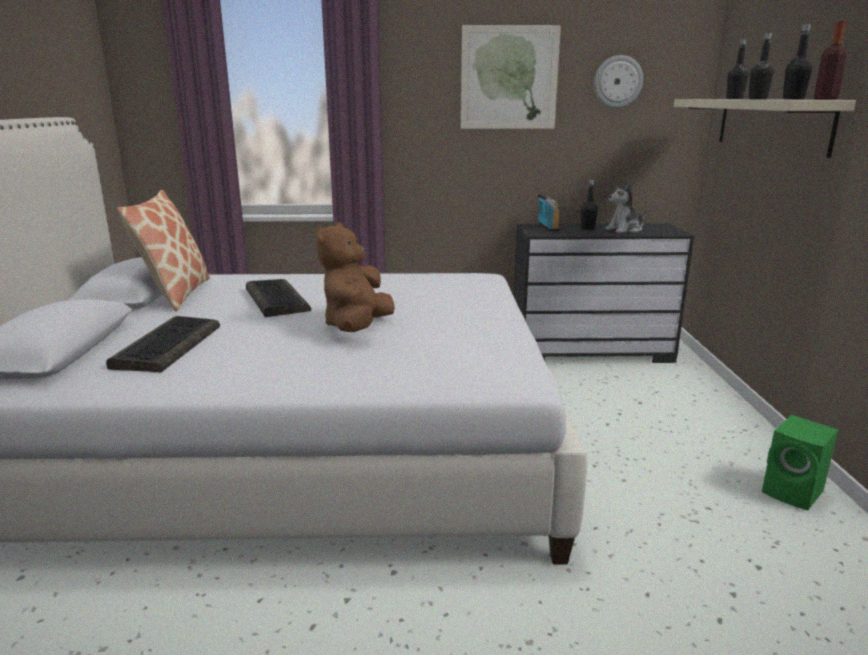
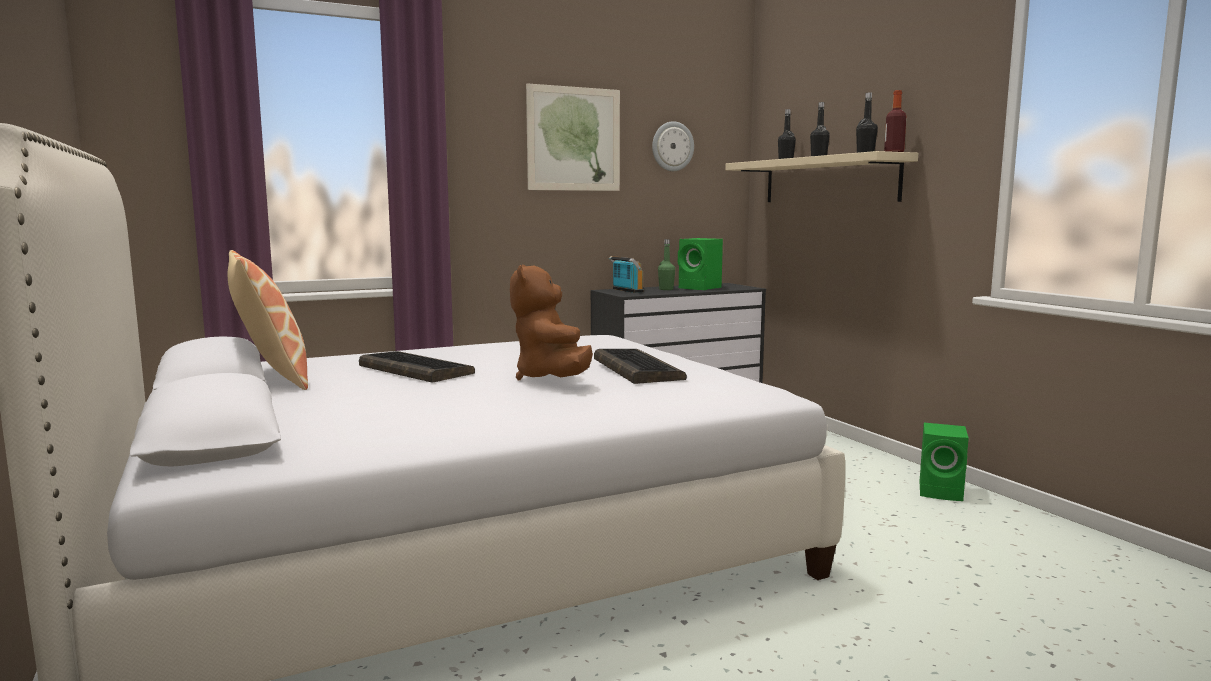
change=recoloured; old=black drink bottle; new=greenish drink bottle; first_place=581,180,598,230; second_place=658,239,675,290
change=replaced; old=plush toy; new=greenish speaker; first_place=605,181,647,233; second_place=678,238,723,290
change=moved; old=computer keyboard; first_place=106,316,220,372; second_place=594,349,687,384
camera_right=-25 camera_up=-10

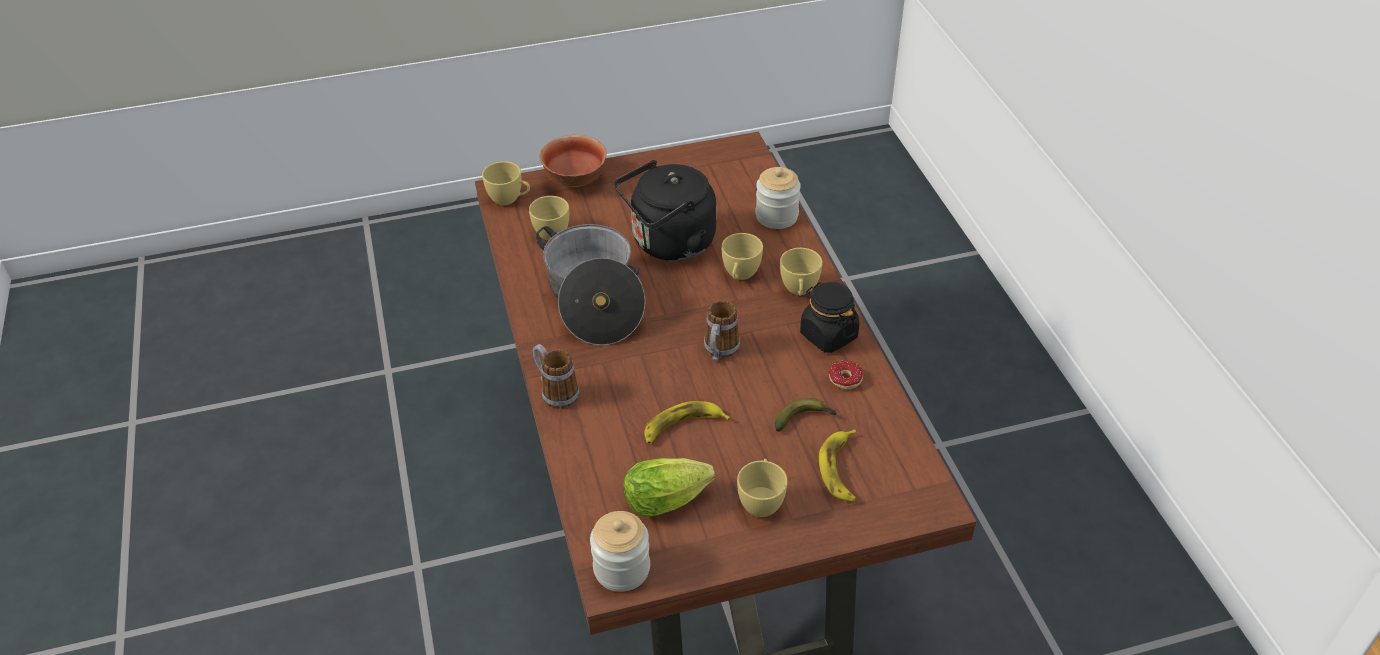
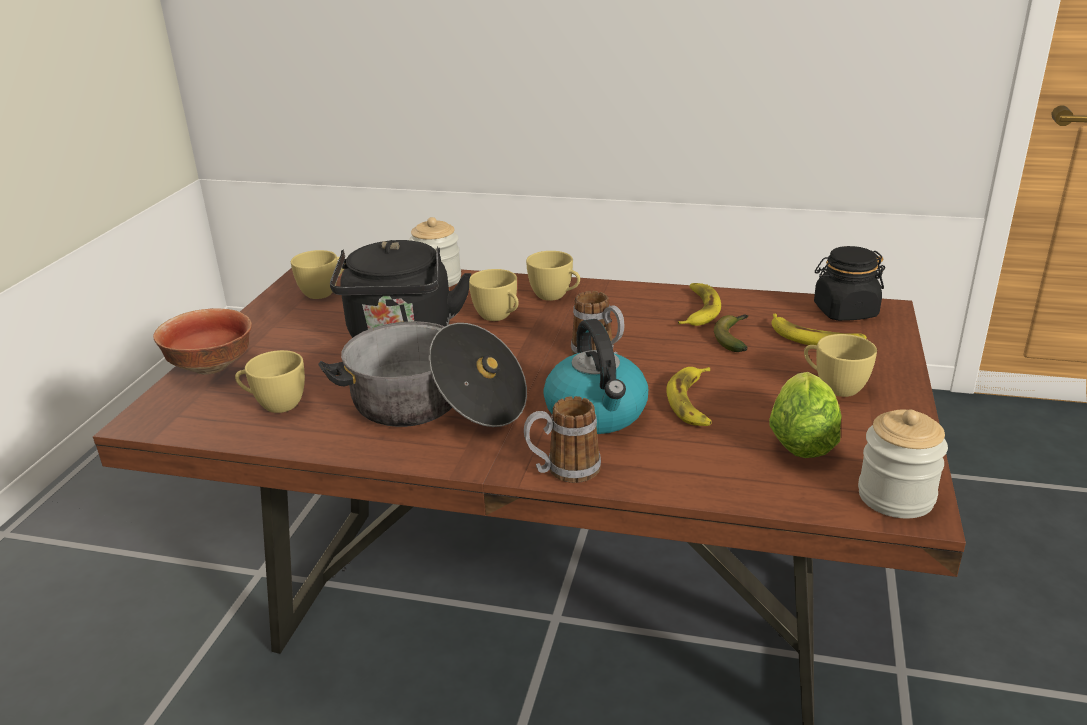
change=moved; old=yellowish small cup; first_place=482,161,530,205; second_place=291,250,344,299
change=moved; old=black storage jar; first_place=800,282,860,353; second_place=814,246,885,321
change=replaced; old=ring doughnut; new=whole banana; first_place=829,360,863,390; second_place=678,283,721,326
change=added; new=kettle; second_place=543,319,648,434
camera_right=-60 camera_up=-15

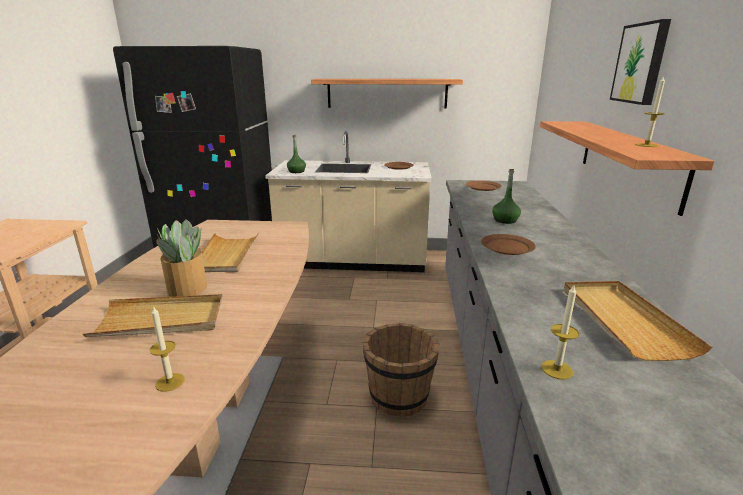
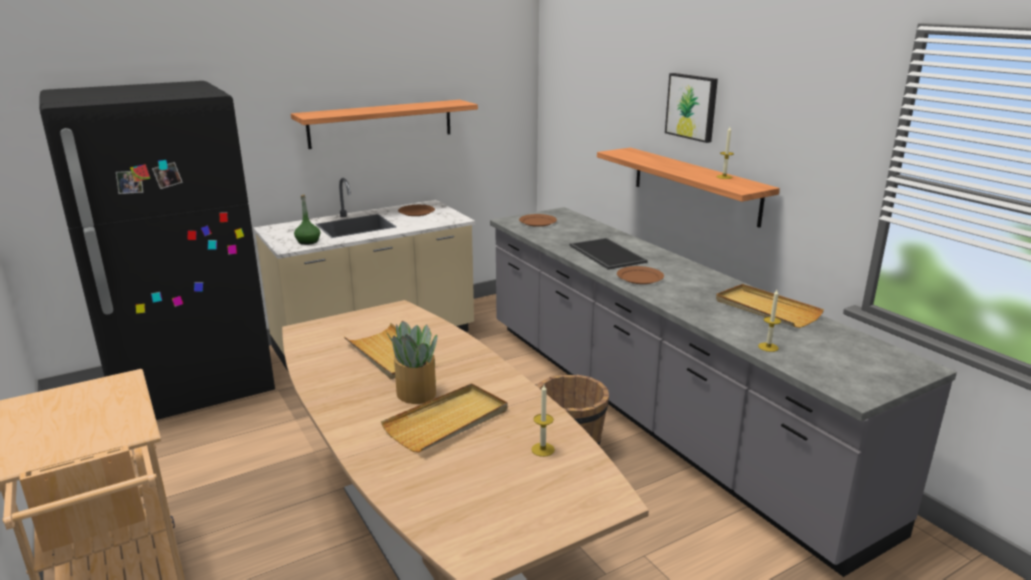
change=replaced; old=greenish drink bottle; new=serving tray; first_place=492,169,521,224; second_place=570,238,648,270
camera_right=-35 camera_up=0

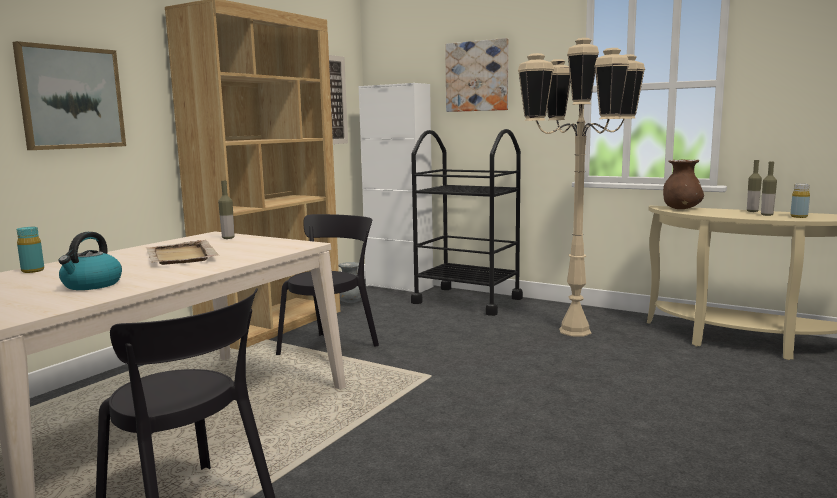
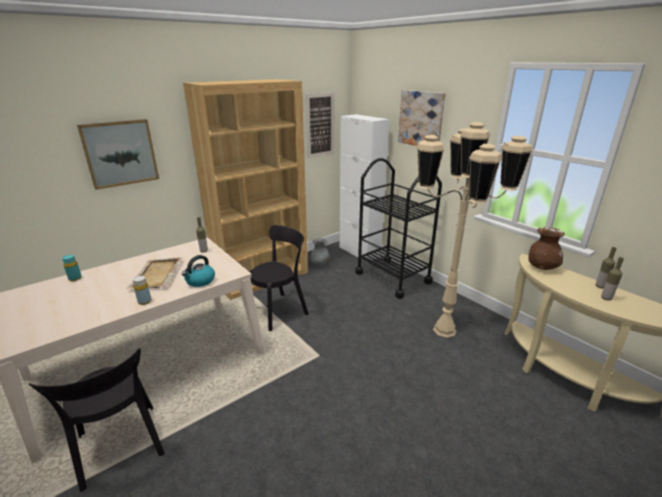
change=moved; old=yellowish drink bottle; first_place=790,184,810,218; second_place=133,276,152,305
change=moved; old=kettle; first_place=58,232,122,290; second_place=182,255,215,287
camera_right=20 camera_up=15

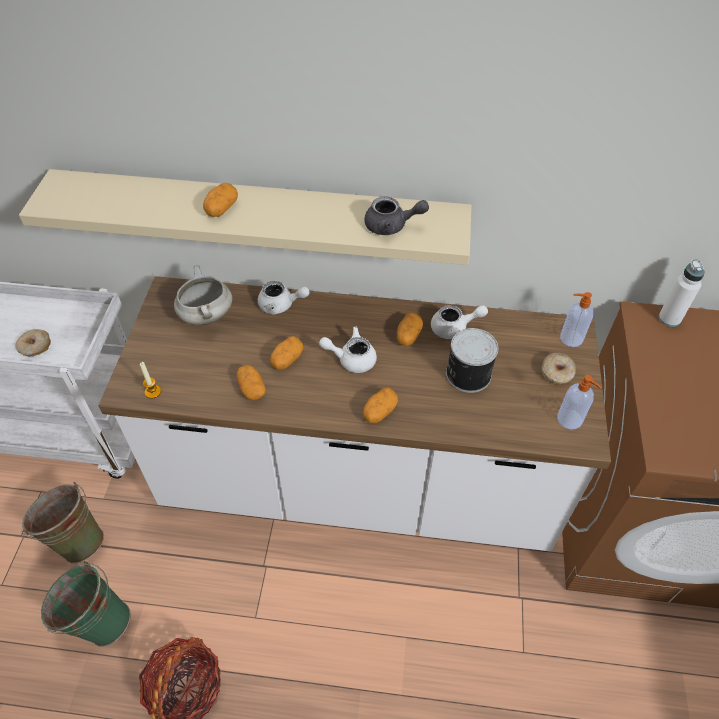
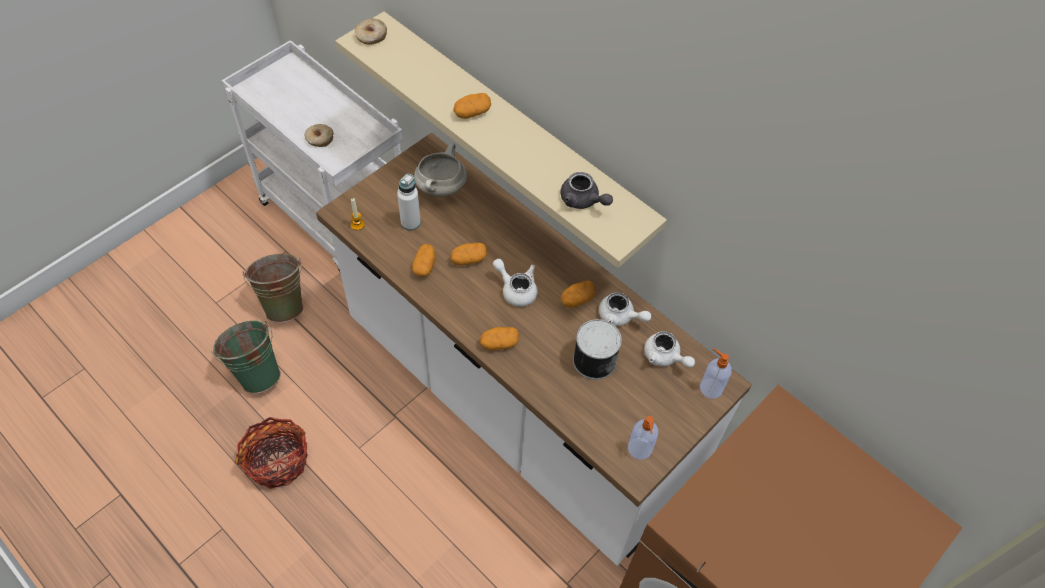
change=moved; old=whitish drink bottle; first_place=658,259,705,327; second_place=397,174,421,231
change=moved; old=whitish pot for tea; first_place=258,281,310,315; second_place=644,331,695,368
change=moved; old=ring doughnut; first_place=542,353,576,385; second_place=355,18,387,45
camera_right=35 camera_up=5

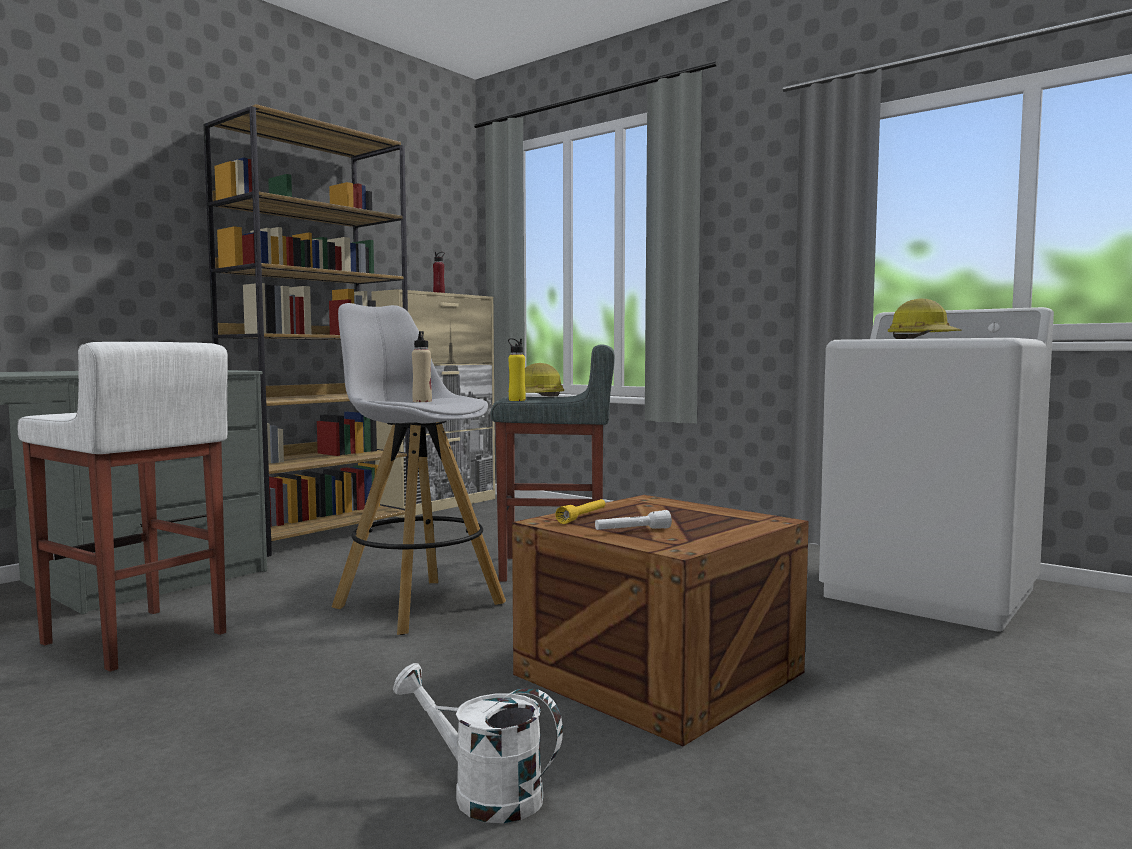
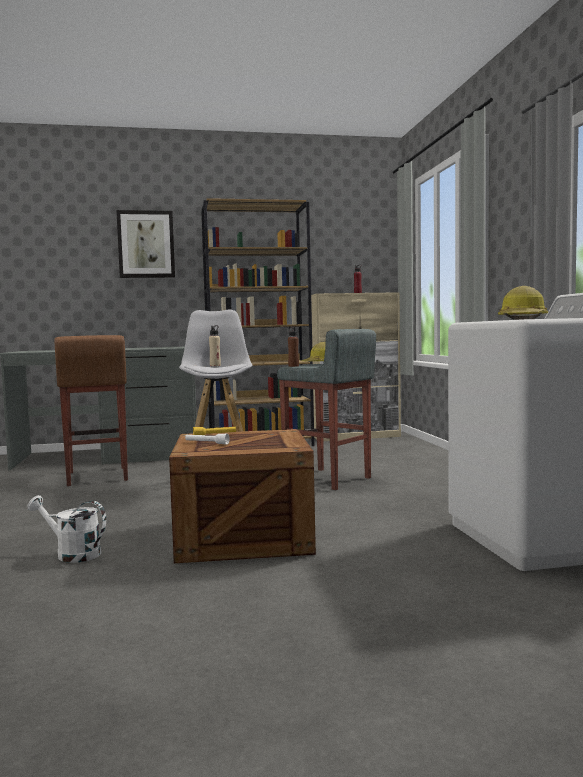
change=recoloured; old=yellowish drink bottle; new=brown drink bottle; first_place=508,338,526,401; second_place=288,327,299,367
change=recoloured; old=whitish stool seat; new=brown stool seat; first_place=17,342,228,672; second_place=55,335,128,486
change=turned; old=whitish sprinkling can; first_place=393,663,563,823; second_place=27,495,106,563; degrees=-45
change=added; new=picture; second_place=116,210,175,278
camera_right=40 camera_up=0

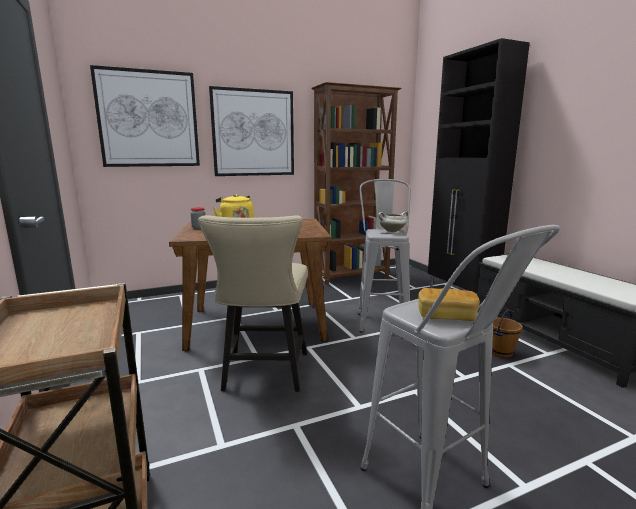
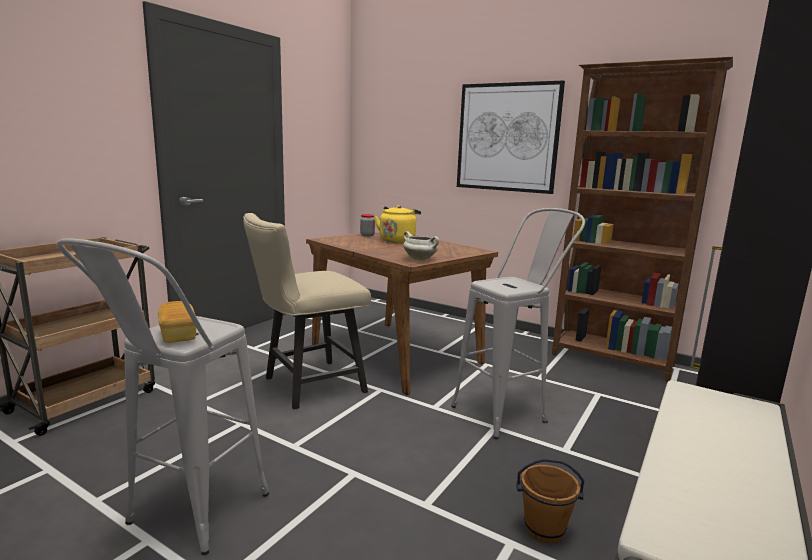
change=removed; old=picture; first_place=90,65,200,167
change=moved; old=whitish cooking pot; first_place=378,211,408,232; second_place=403,231,439,261
camera_right=55 camera_up=0

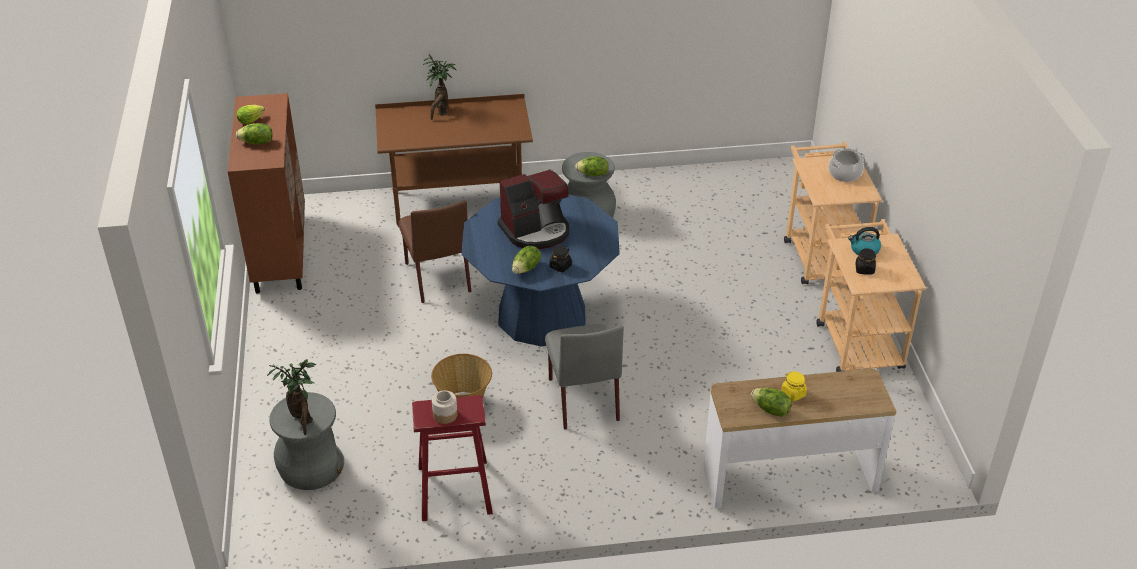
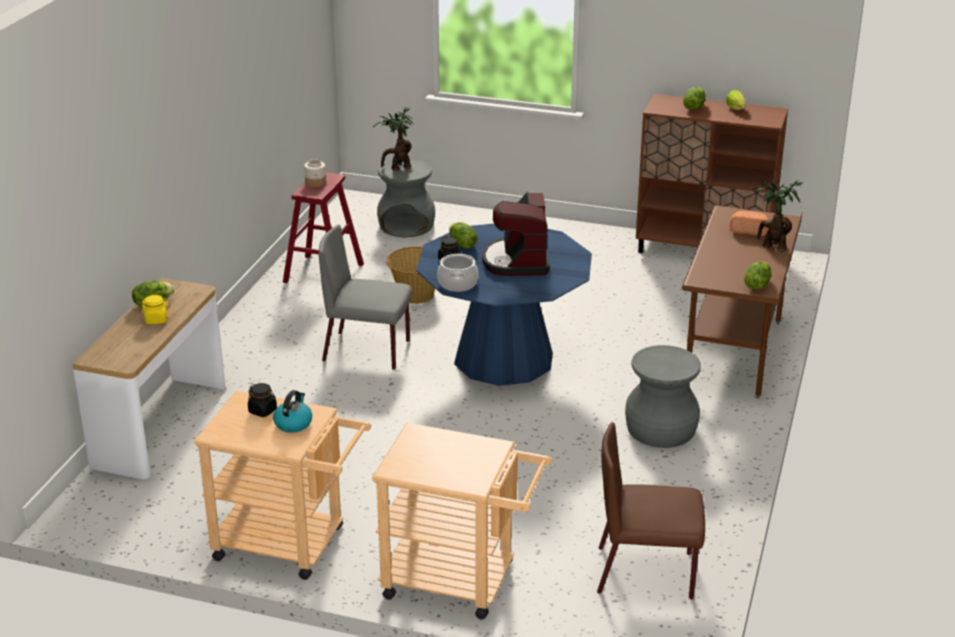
change=moved; old=cooking pot; first_place=828,148,865,182; second_place=437,253,479,292
change=moved; old=lettuce head; first_place=575,157,609,176; second_place=744,261,771,290
change=moved; old=brown chair; first_place=398,201,471,303; second_place=597,422,705,599
change=added; new=baked bread; second_place=730,211,770,236
camera_right=115 camera_up=-10

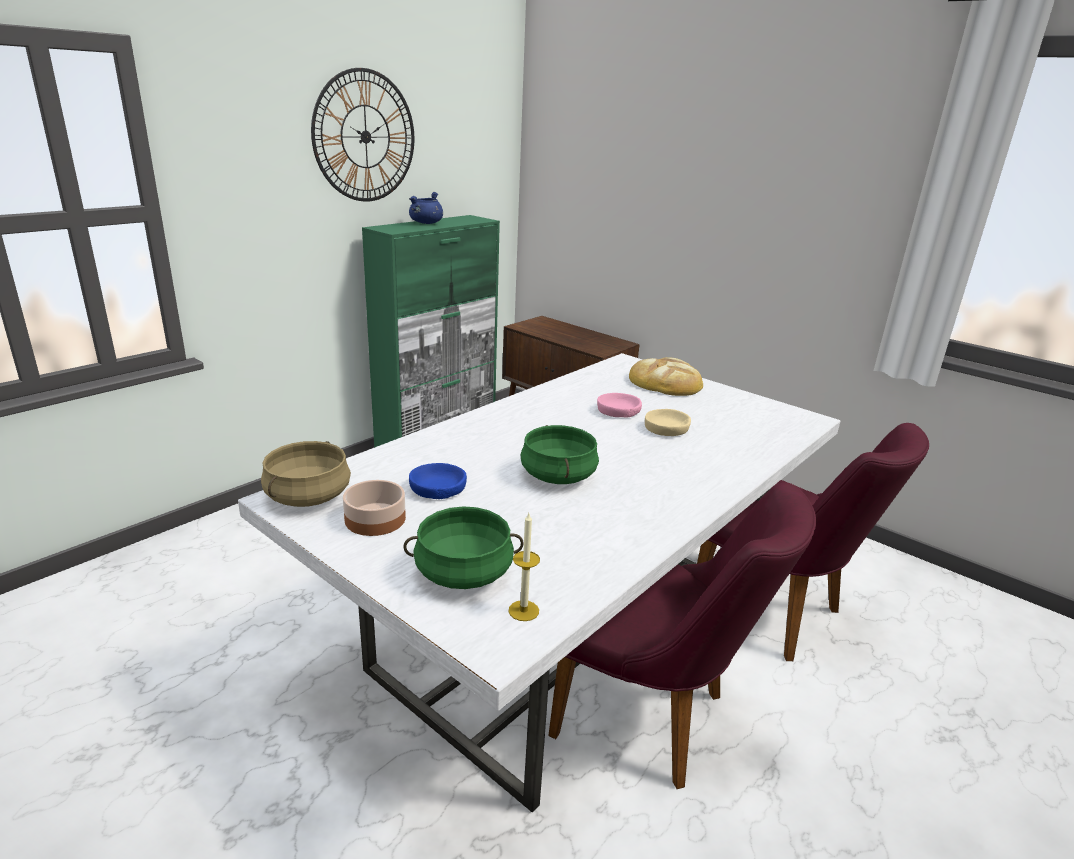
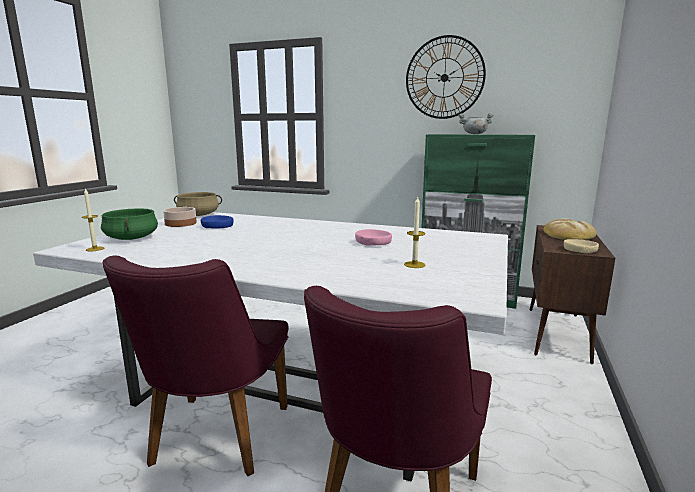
change=recoloured; old=blue-coloured cooking pot; new=greyish cooking pot; first_place=409,192,443,224; second_place=458,113,493,134
change=moved; old=baked bread; first_place=629,357,703,396; second_place=543,219,596,240
change=moved; old=beige-coloured deep dish; first_place=645,409,691,436; second_place=564,239,599,253
change=removed; old=greenish cooking pot; first_place=521,425,599,484
change=added; new=candle; second_place=404,197,426,268
camera_right=70 camera_up=-10

